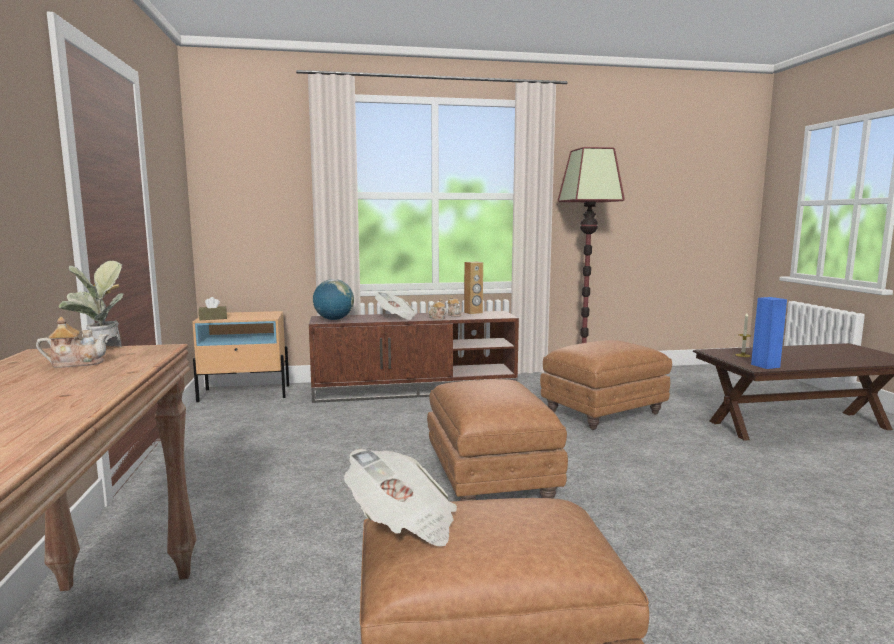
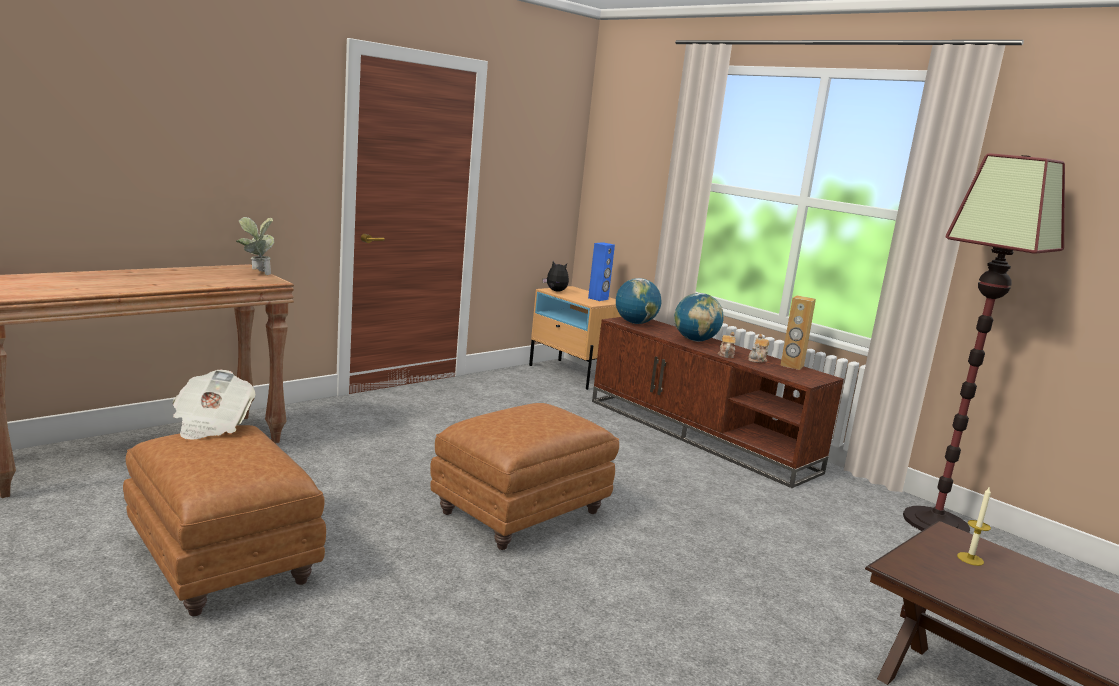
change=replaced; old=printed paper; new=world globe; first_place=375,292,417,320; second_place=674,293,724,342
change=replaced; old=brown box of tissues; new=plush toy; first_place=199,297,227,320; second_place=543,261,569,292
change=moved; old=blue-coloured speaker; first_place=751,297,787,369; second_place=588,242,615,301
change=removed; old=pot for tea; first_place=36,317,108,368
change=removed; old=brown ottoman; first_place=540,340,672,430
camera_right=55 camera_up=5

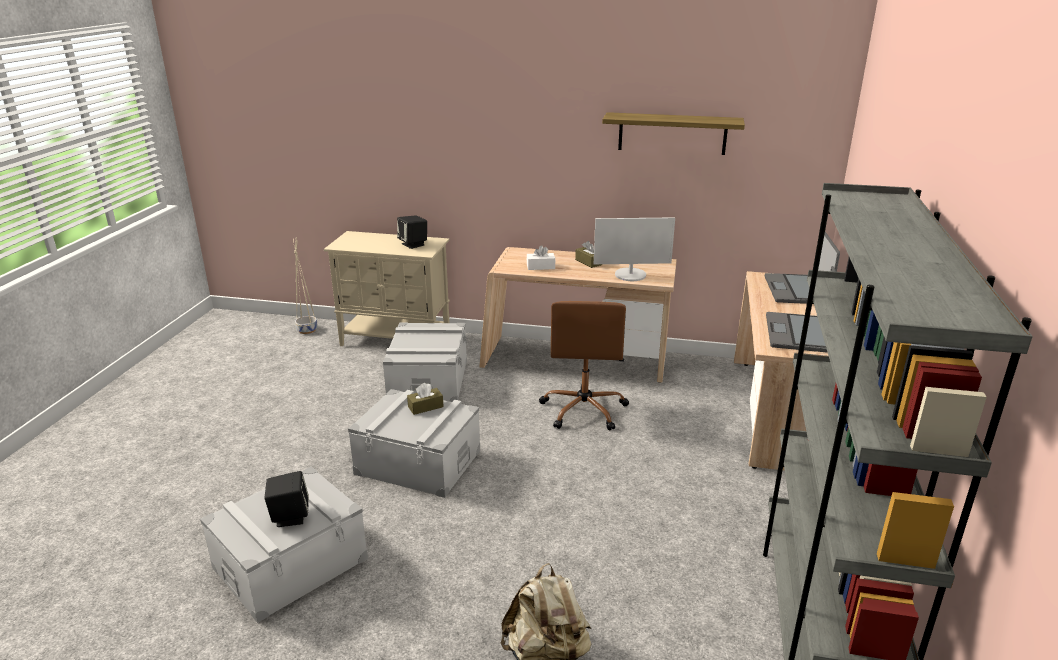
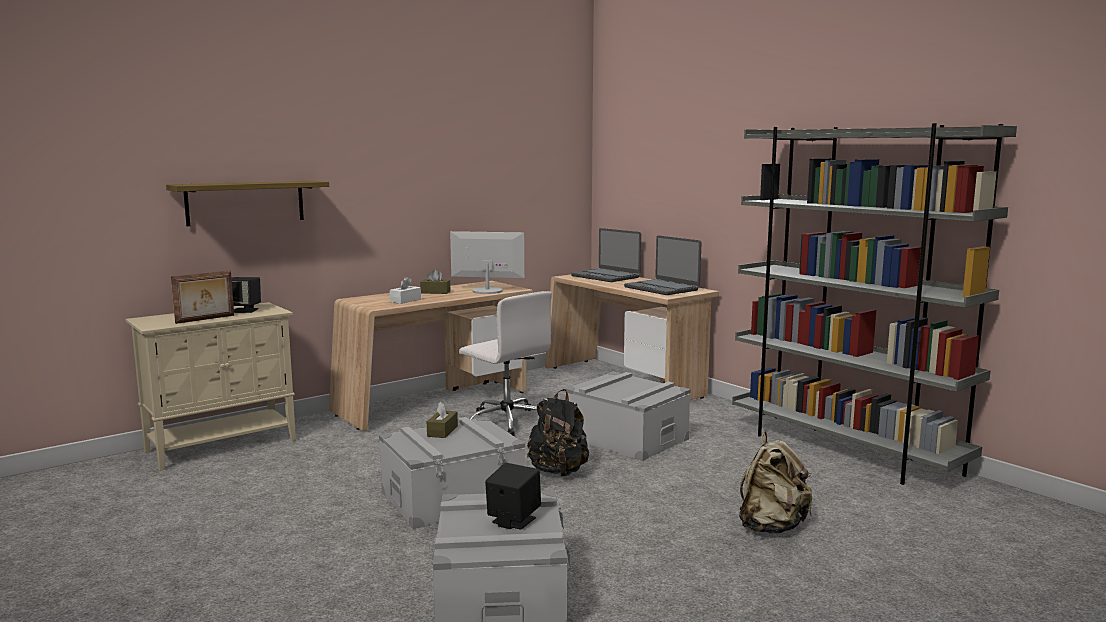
change=moved; old=wall shelf; first_place=602,112,745,155; second_place=166,181,329,226
change=turned; old=computer display; first_place=594,217,675,281; second_place=450,231,525,294; degrees=-120
change=removed; old=beige-coloured planter; first_place=293,237,318,334
change=recoloured; old=brown office chair; new=whitish office chair; first_place=539,301,629,431; second_place=459,291,552,436
change=moved; old=greyish storage bin; first_place=383,323,467,402; second_place=564,372,691,461
change=added; new=picture frame; second_place=171,270,234,324
change=added; new=black rucksack; second_place=527,389,589,477
camera_right=-50 camera_up=-15

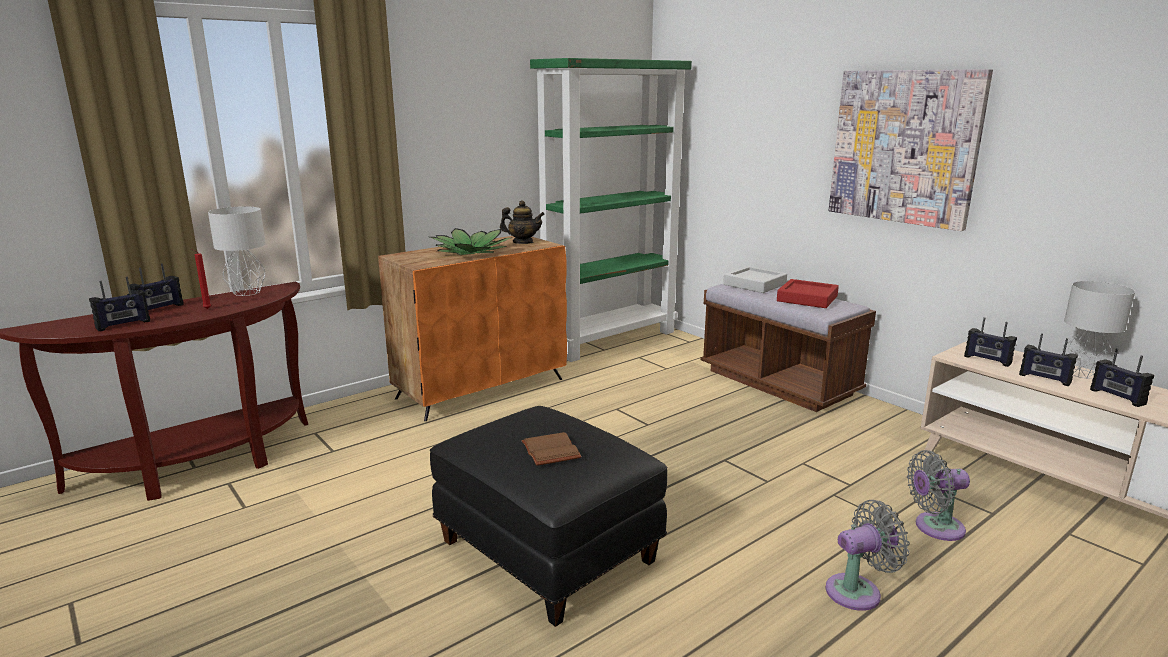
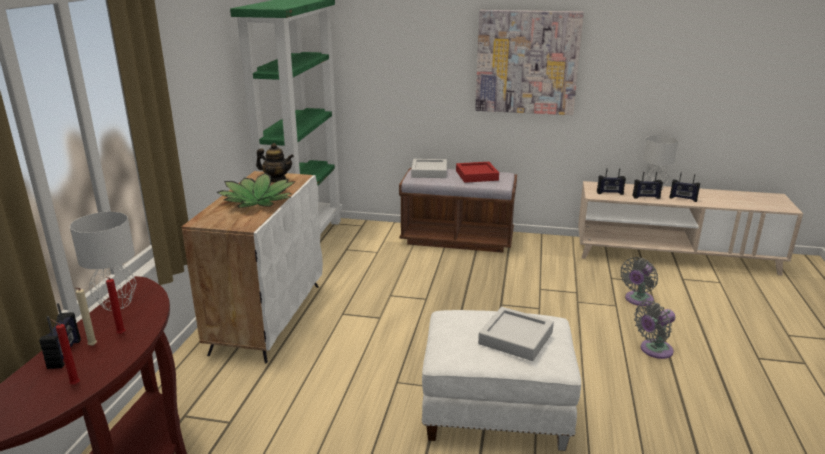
change=turned; old=pot for tea; first_place=500,200,545,244; second_place=256,143,294,182; degrees=45
change=recoloured; old=orange cupboard; new=whitish cupboard; first_place=378,236,567,421; second_place=181,171,323,363
change=replaced; old=radio receiver; new=reddish candle; first_place=89,277,150,331; second_place=50,319,80,385
change=recoloured; old=black ottoman; new=whitish ottoman; first_place=430,406,667,627; second_place=422,310,581,451
change=replaced; old=brown volume; new=greyish serving tray; first_place=522,432,582,466; second_place=478,307,554,361
change=turned; old=greyish electric fan; first_place=826,500,910,611; second_place=634,301,675,359; degrees=-150
change=added; new=beige-coloured candle; second_place=75,288,97,346
camera_right=-40 camera_up=5

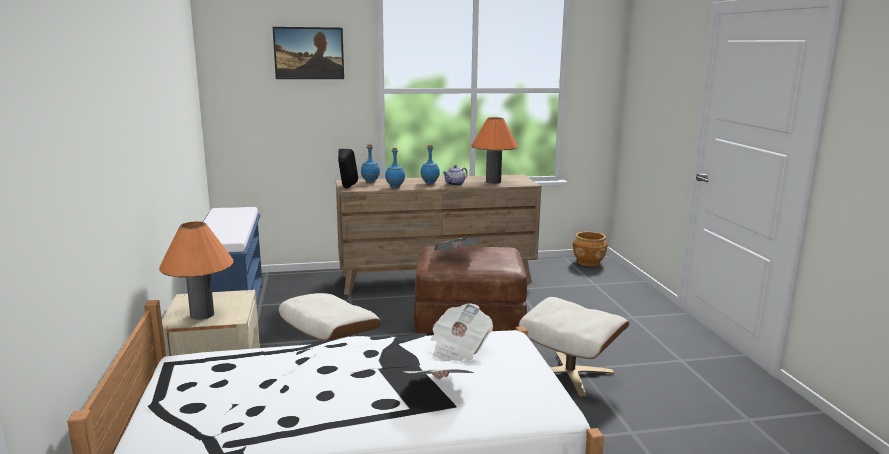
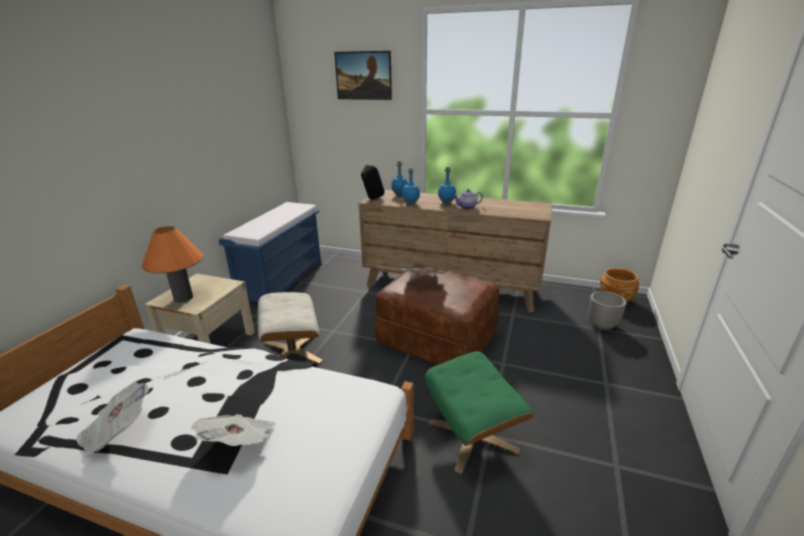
change=removed; old=orange lamp for a table; first_place=471,117,518,184
change=recoloured; old=beige-coloured ottoman; new=greenish ottoman; first_place=518,297,629,397; second_place=425,351,534,475
change=moved; old=printed paper; first_place=431,303,493,361; second_place=76,381,149,458
change=added; new=planter; second_place=589,291,626,330
camera_right=30 camera_up=10

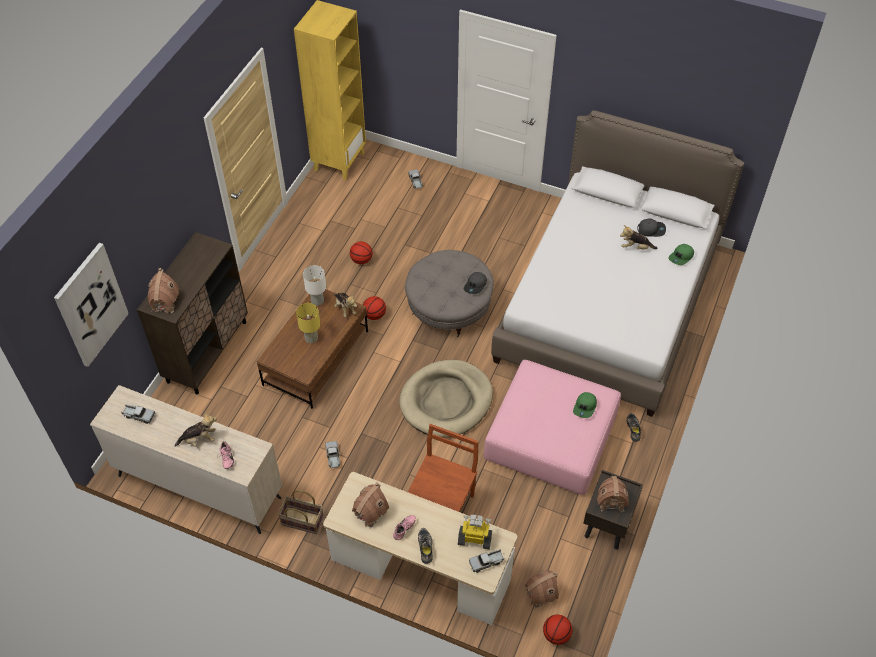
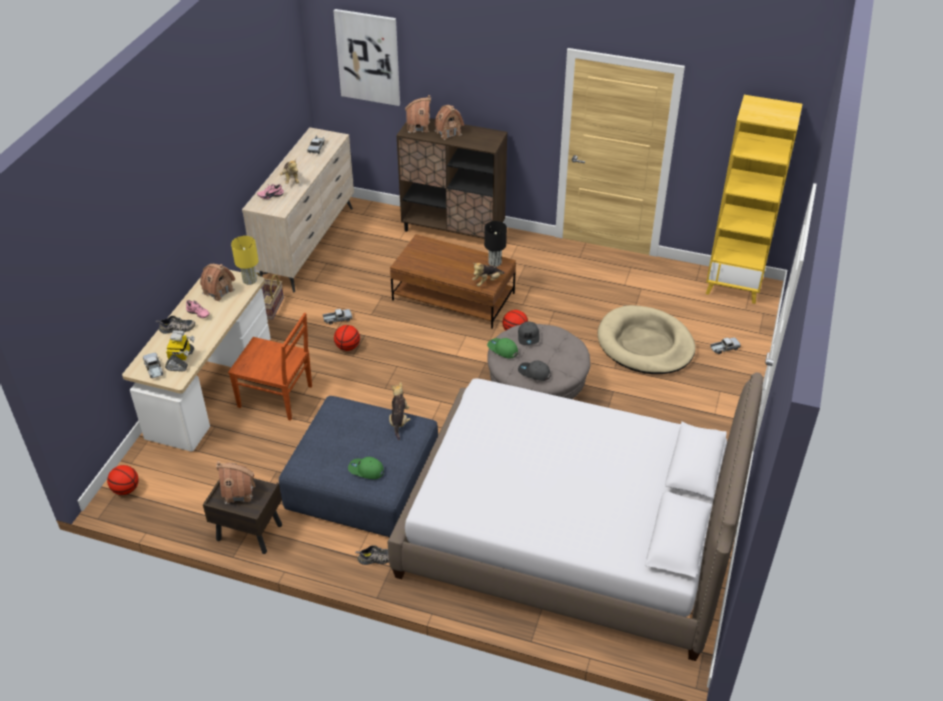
change=moved; old=greyish baseball cap; first_place=637,219,666,237; second_place=518,322,540,345
change=moved; old=plush toy; first_place=620,225,657,250; second_place=389,382,411,440
change=moved; old=basketball ball; first_place=350,242,373,264; second_place=334,325,360,351
change=moved; old=greenish baseball cap; first_place=669,244,694,265; second_place=487,338,518,359
change=recoloured; old=whitish lamp for a table; new=black lamp for a table; first_place=303,265,326,305; second_place=484,221,507,267
change=moved; old=yellowish lamp for a table; first_place=296,303,320,343; second_place=231,236,258,285
change=moved; old=beige-coloured pet bed; first_place=399,359,493,437; second_place=598,305,695,374
change=recoloured; old=pink ottoman; new=blue-coloured ottoman; first_place=484,360,621,495; second_place=279,396,438,537
change=moved; old=model house; first_place=524,570,559,609; second_place=435,105,464,140
camera_right=85 camera_up=-10

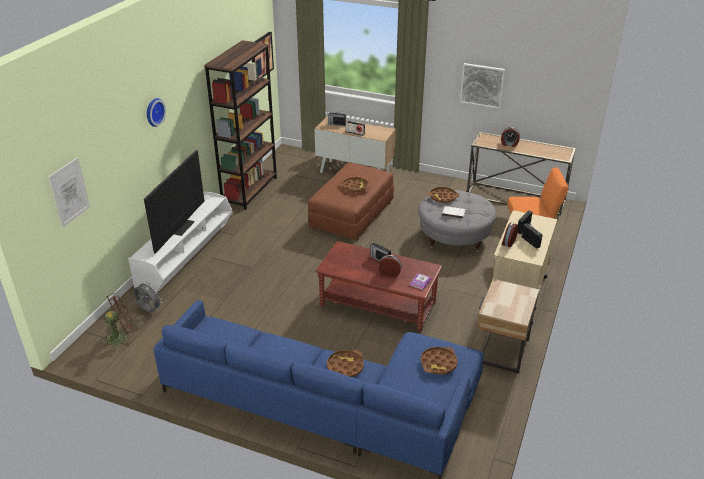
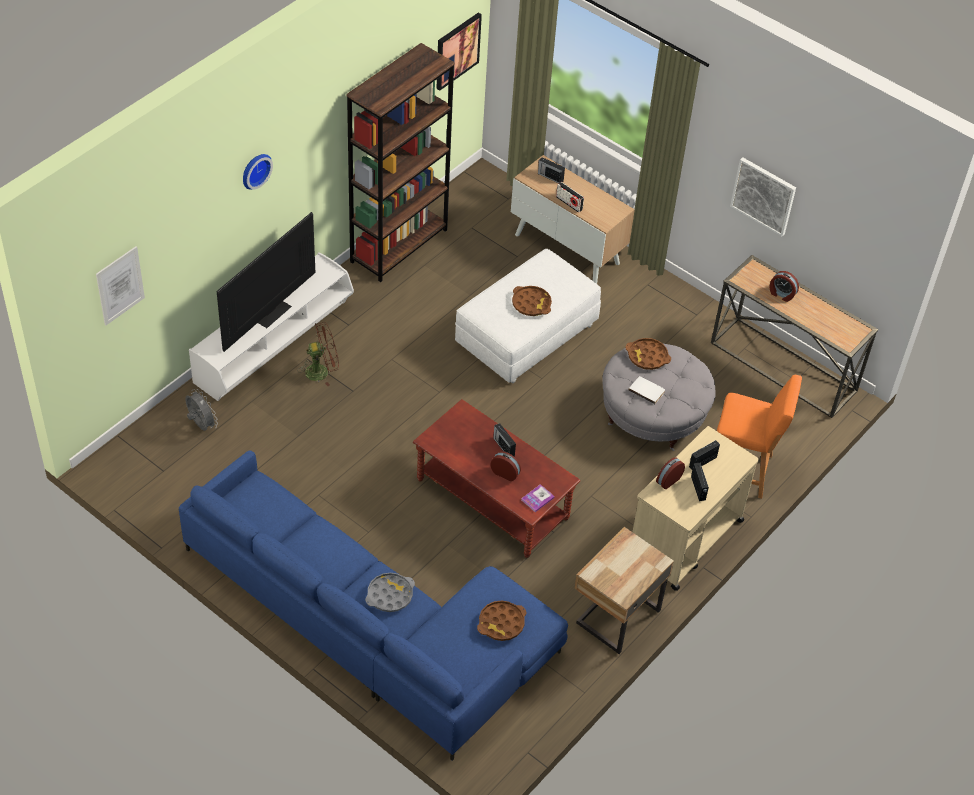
change=recoloured; old=brown ottoman; new=whitish ottoman; first_place=308,163,394,241; second_place=455,249,601,383
change=moved; old=brown electric fan; first_place=100,293,134,346; second_place=299,322,339,386
change=recoloured; old=brown serving tray; new=greyish serving tray; first_place=327,350,364,377; second_place=365,573,415,612
camera_right=15 camera_up=15

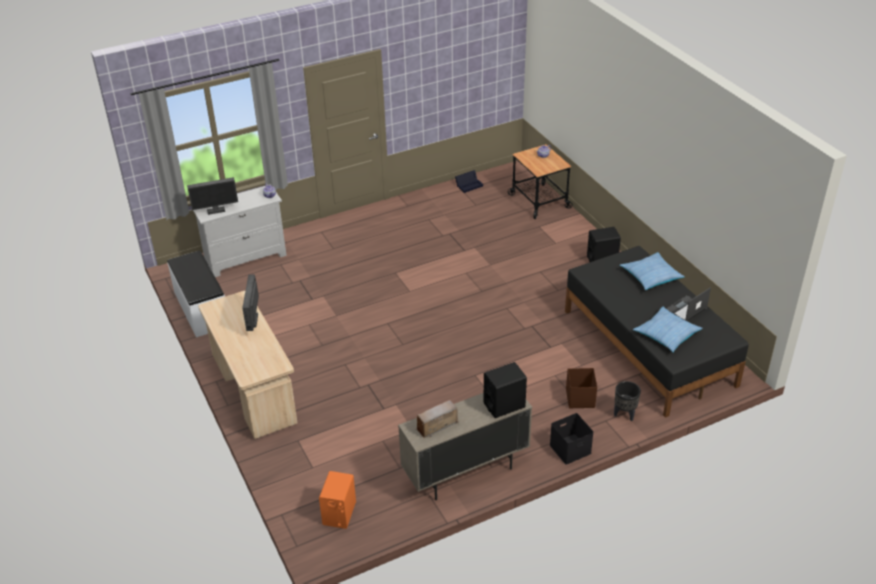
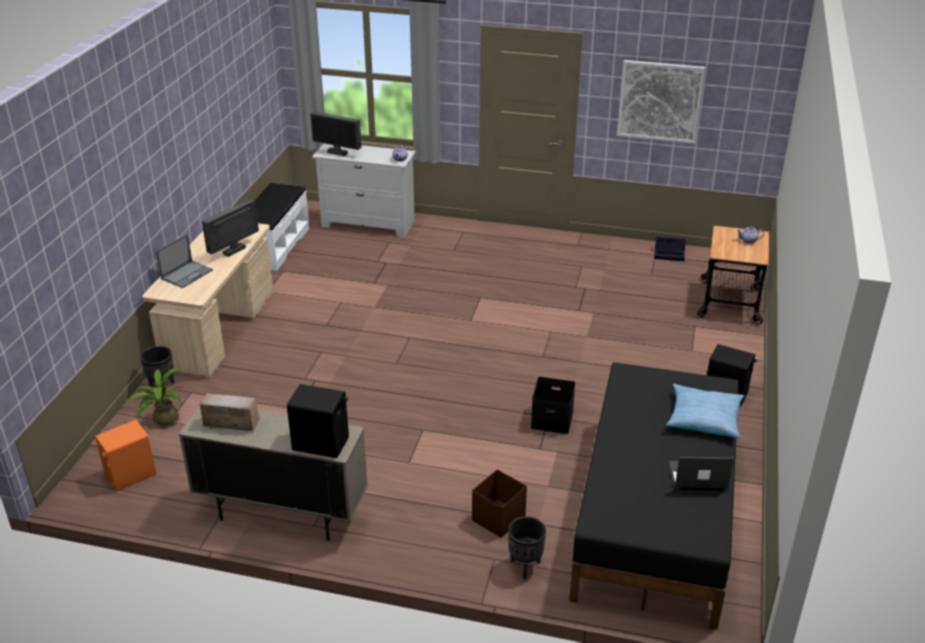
change=removed; old=cushion; first_place=633,307,703,352
change=moved; old=black storage bin; first_place=550,413,594,465; second_place=531,377,575,434
change=added; new=picture; second_place=617,60,705,144
change=added; new=portable computer; second_place=156,234,213,288
change=added; new=black planter; second_place=140,346,175,396
change=added; new=plant in a pot; second_place=125,368,182,428
camera_right=40 camera_up=-5

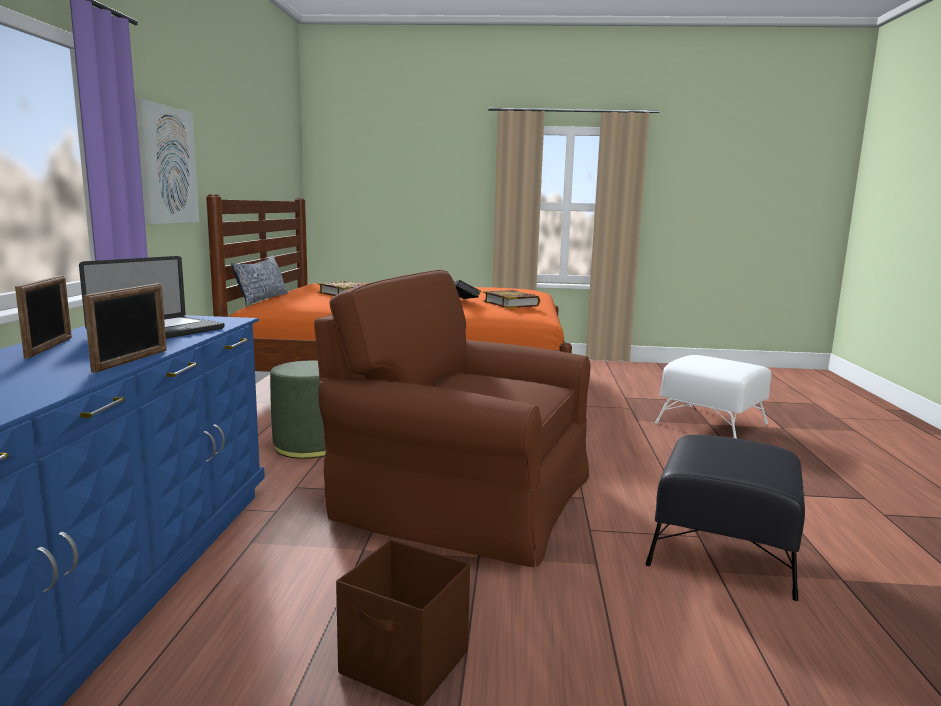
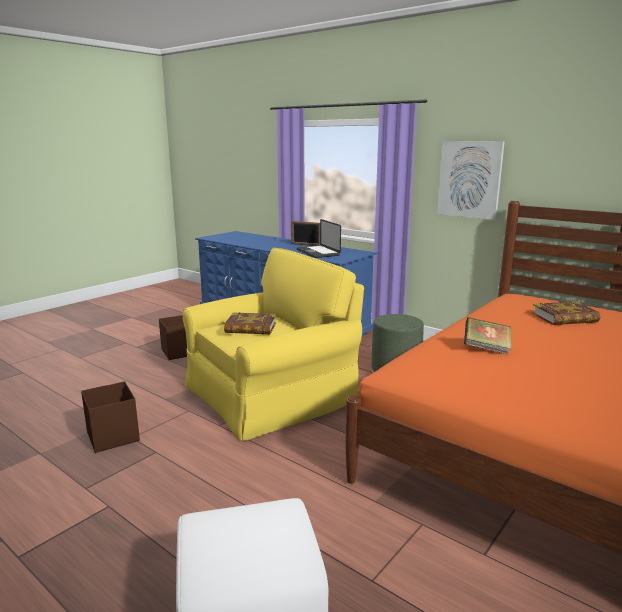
change=removed; old=cushion; first_place=231,255,288,306
change=recoloured; old=brown easy chair; new=yellowish easy chair; first_place=314,270,590,567; second_place=182,248,364,441
change=removed; old=picture frame; first_place=83,283,167,373
change=moved; old=volume; first_place=483,290,540,308; second_place=224,312,276,334
change=replaced; old=black ottoman; new=brown storage bin; first_place=646,435,805,601; second_place=81,381,140,453
camera_right=125 camera_up=5

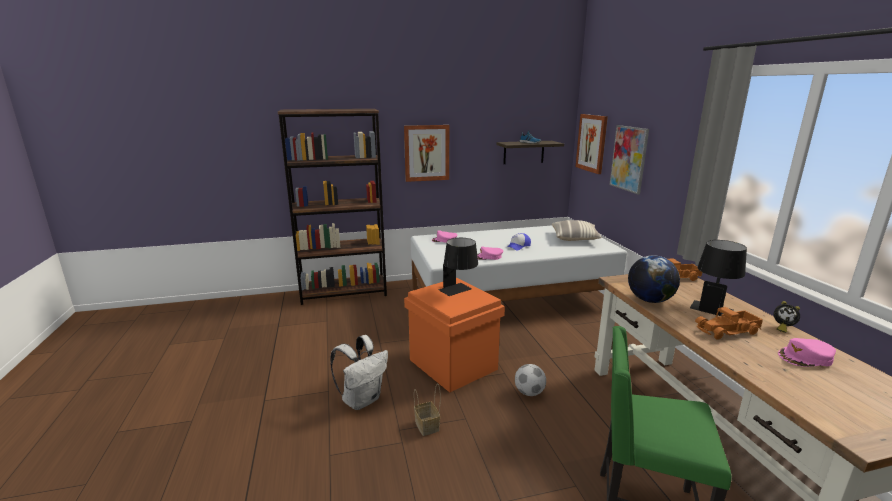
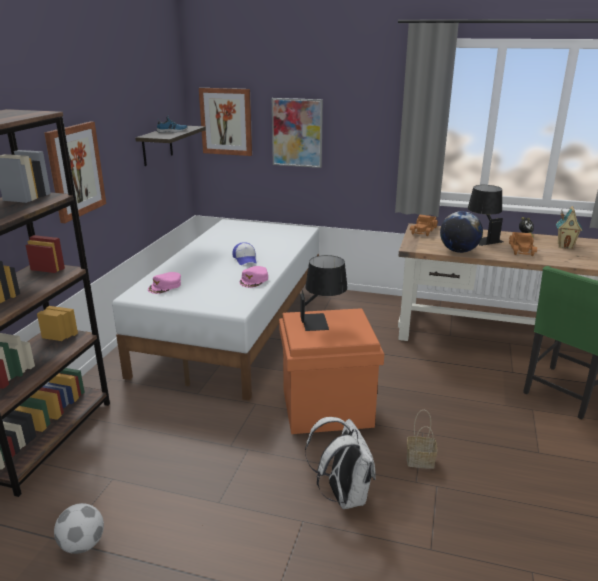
change=removed; old=cushion; first_place=552,220,602,241
change=replaced; old=pink baseball cap; new=model house; first_place=778,338,836,367; second_place=556,206,583,249
change=moved; old=ball for football; first_place=515,364,546,396; second_place=54,503,104,554
camera_right=-60 camera_up=5

